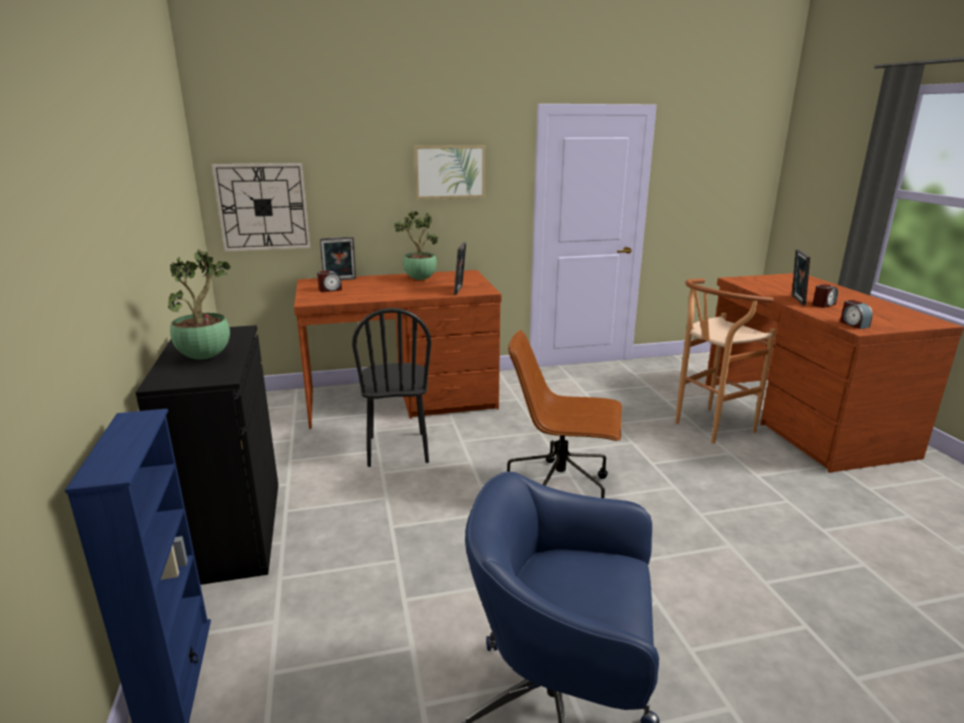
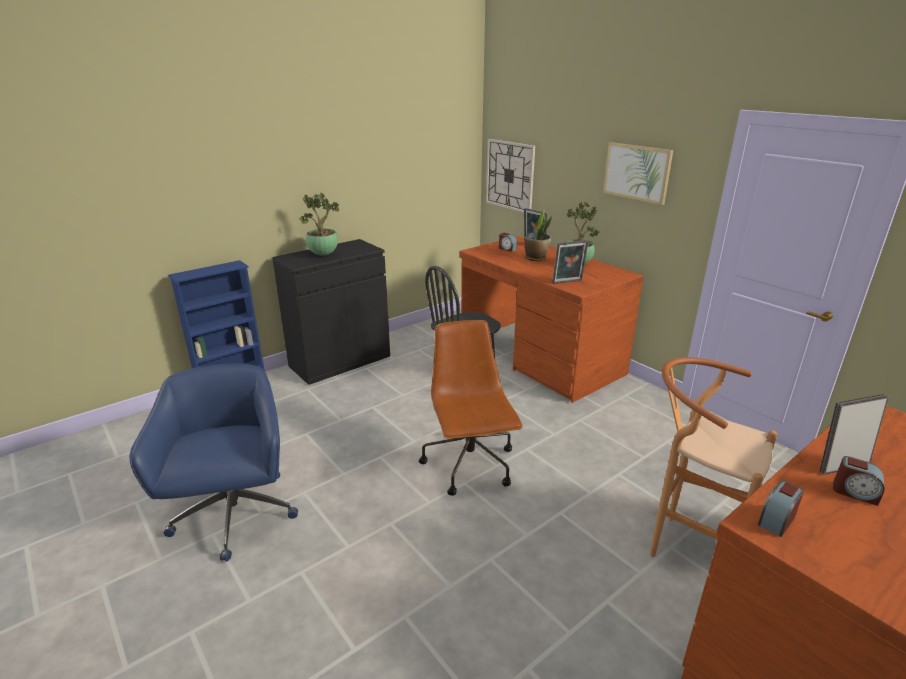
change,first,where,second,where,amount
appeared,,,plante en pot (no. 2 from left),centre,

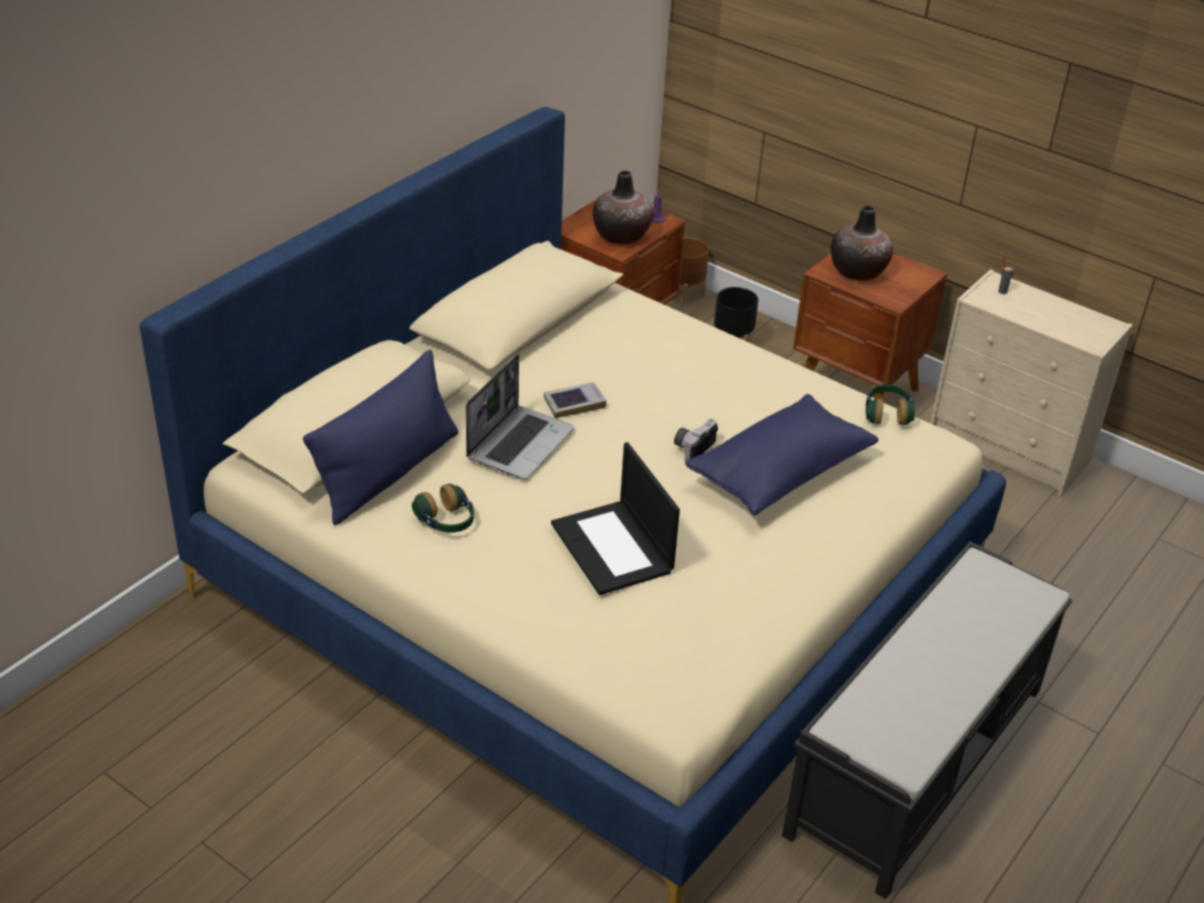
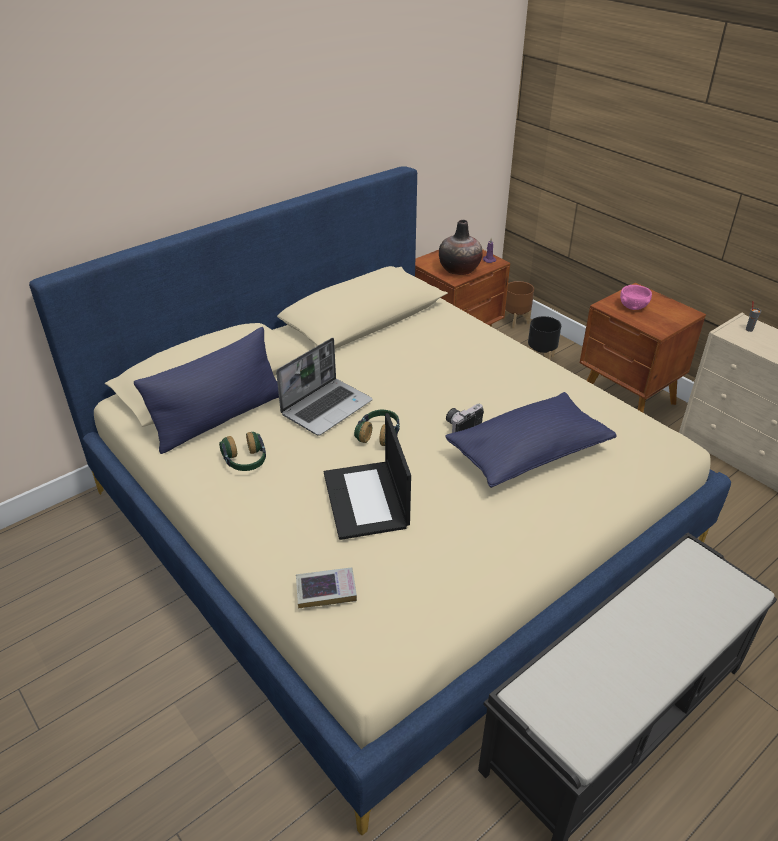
change,first,where,second,where,amount
relocated,livre,centre,,bottom centre,
relocated,casque audio (no. 2 from left),middle right,,centre,
exchanged,vase (no. 2 from left),top right,bol/rose,middle right,

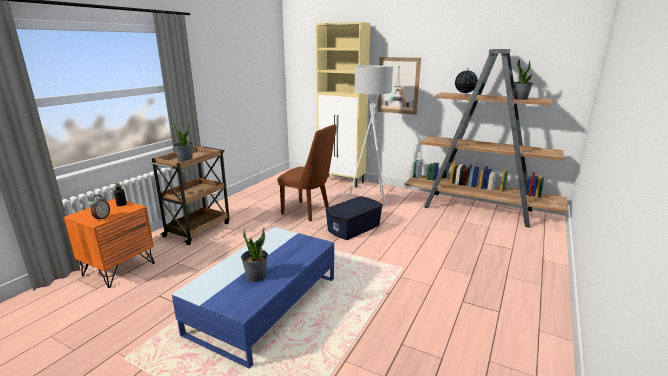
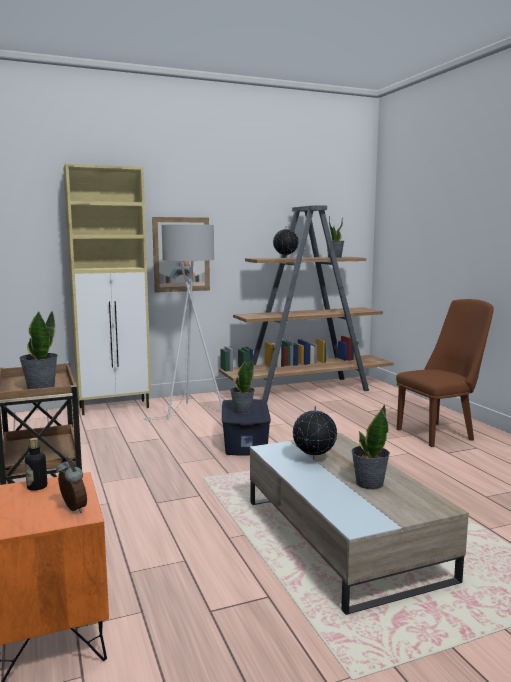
change,first,where,second,where,amount
appeared,,,plante en pot (no. 2 from left),centre,
colour,table basse/bleu,bottom centre,table basse/beige,bottom right,
appeared,,,globe (no. 2 from left),centre,
relocated,chaise/marron,centre,,middle right,

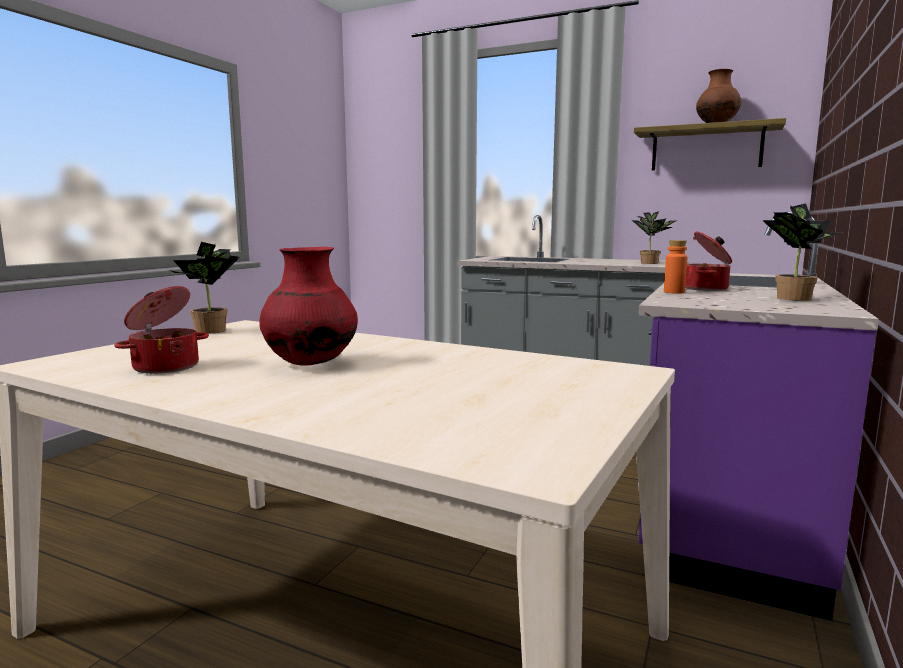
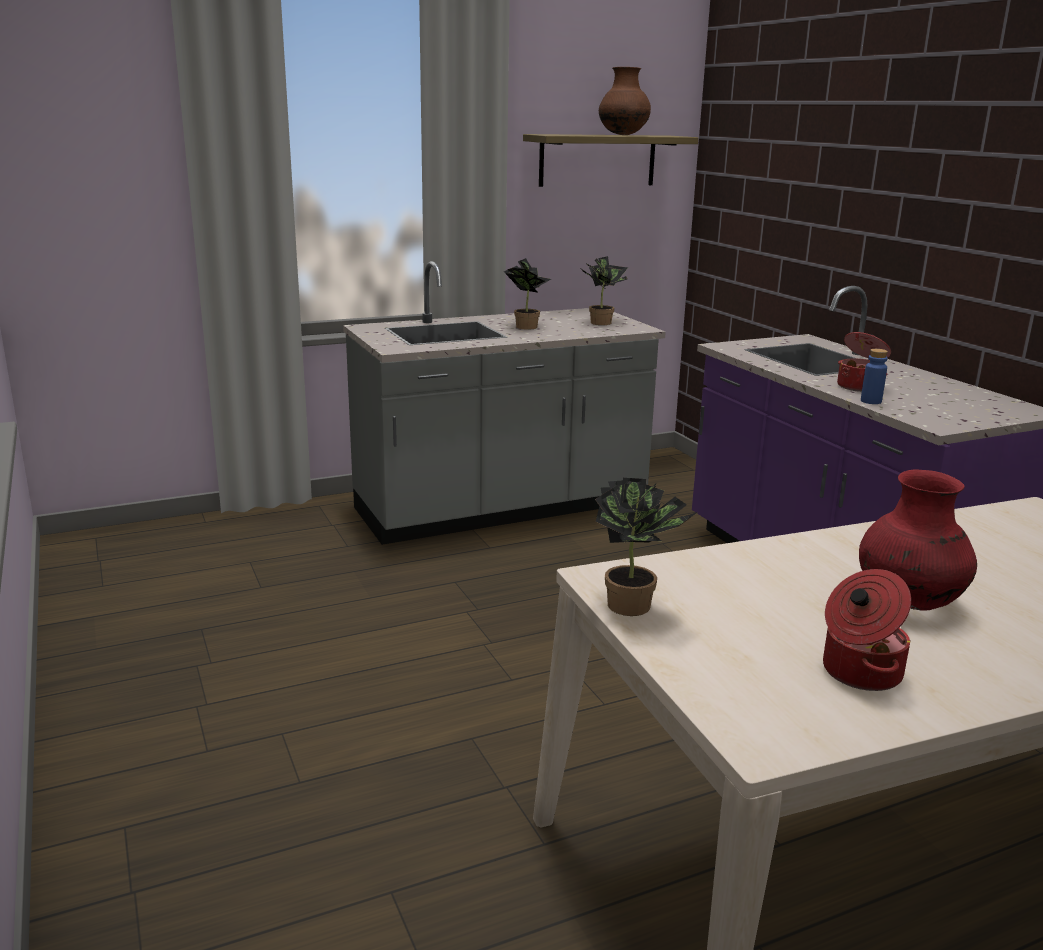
change,first,where,second,where,amount
relocated,plante en pot (no. 3 from left in the first image),middle right,plante en pot (no. 1 from left),top centre,
colour,bouteille/orange,middle right,bouteille/bleu,middle right,

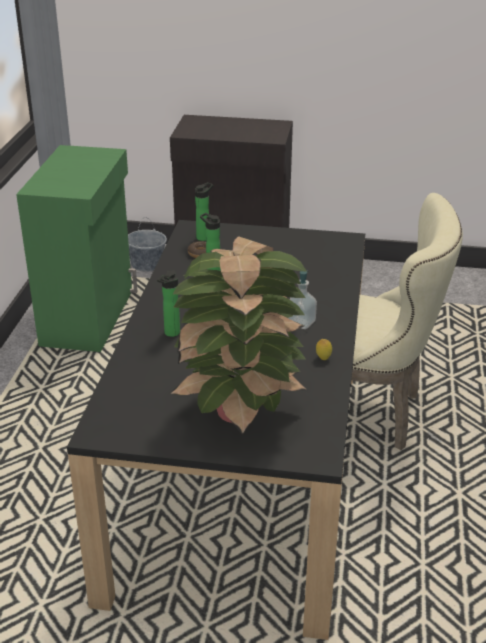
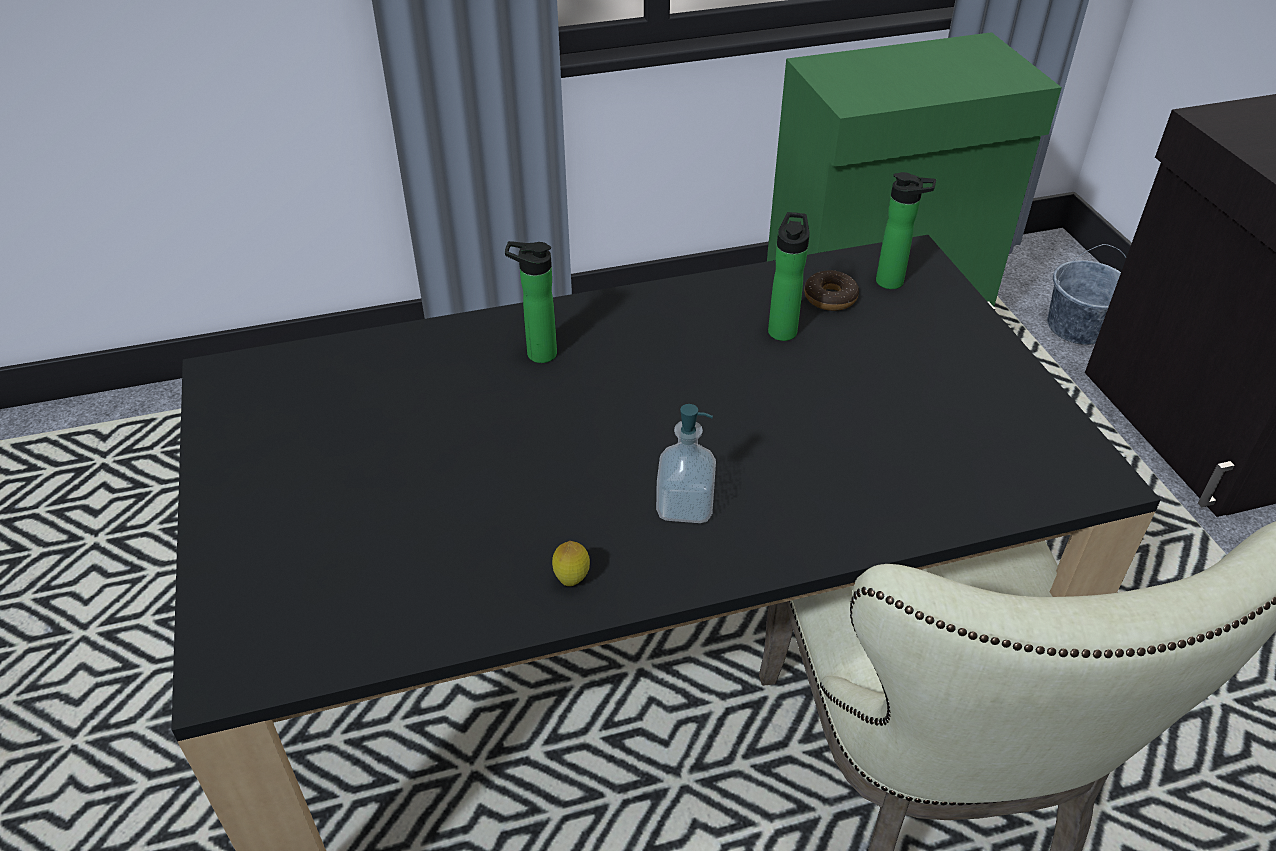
change,first,where,second,where,amount
missing,plante en pot,centre,,,

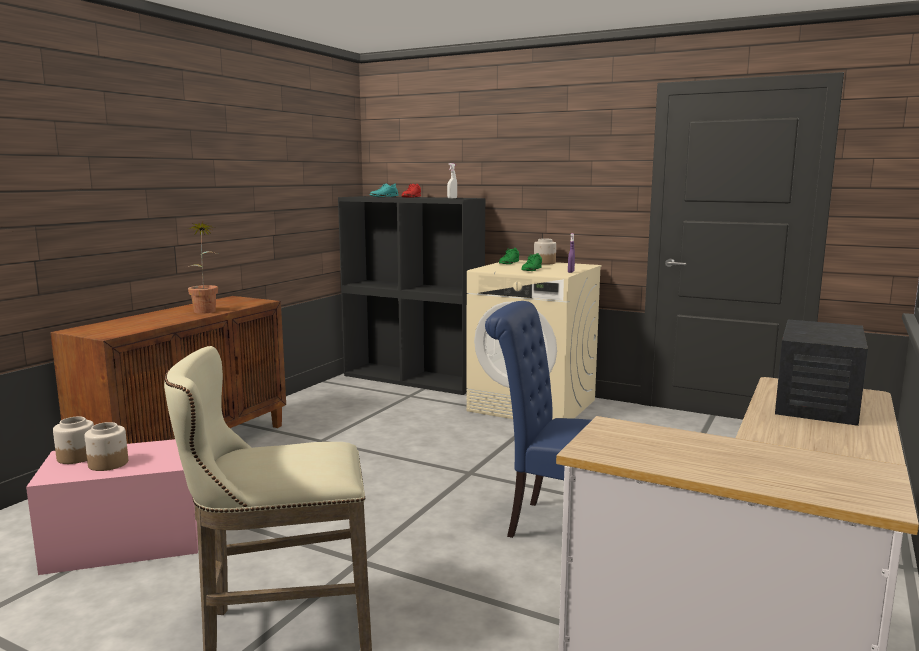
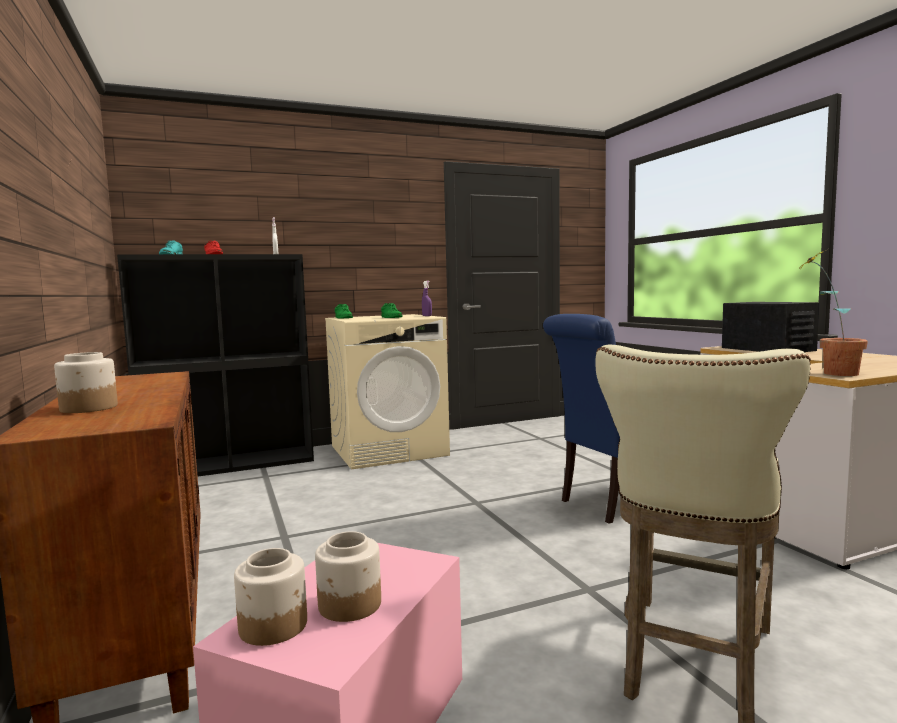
change,first,where,second,where,amount
relocated,bocal (no. 3 from left in the first image),centre,bocal (no. 1 from left),middle left,
relocated,plante en pot,middle left,,middle right,

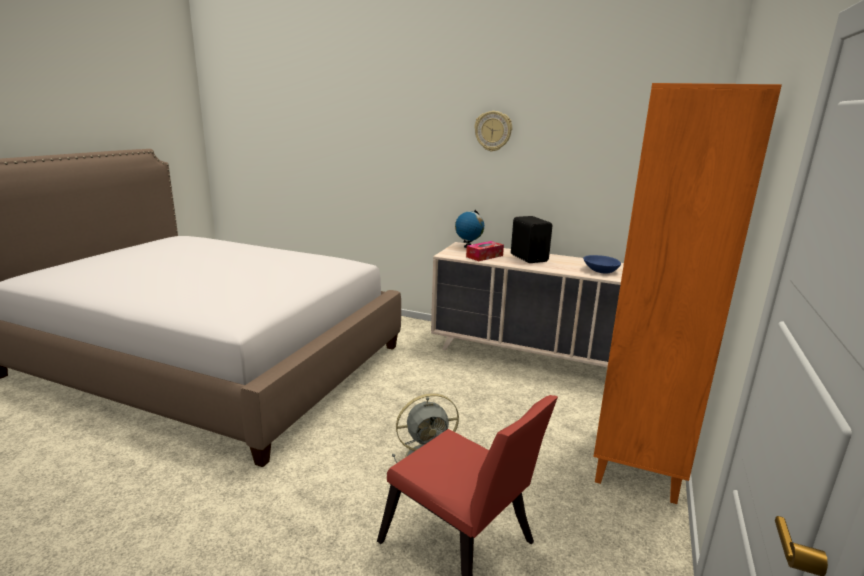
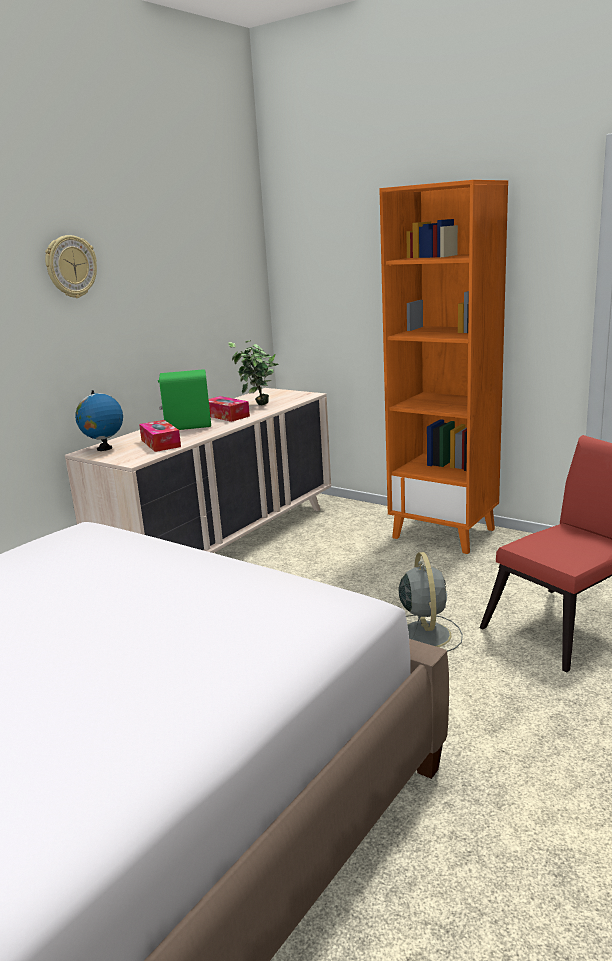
change,first,where,second,where,amount
colour,enceinte/noir,centre,enceinte/vert,middle left,
appeared,,,boîte à mouchoirs (no. 2 from left),centre,
exchanged,bol/bleu,middle right,plante en pot,centre,

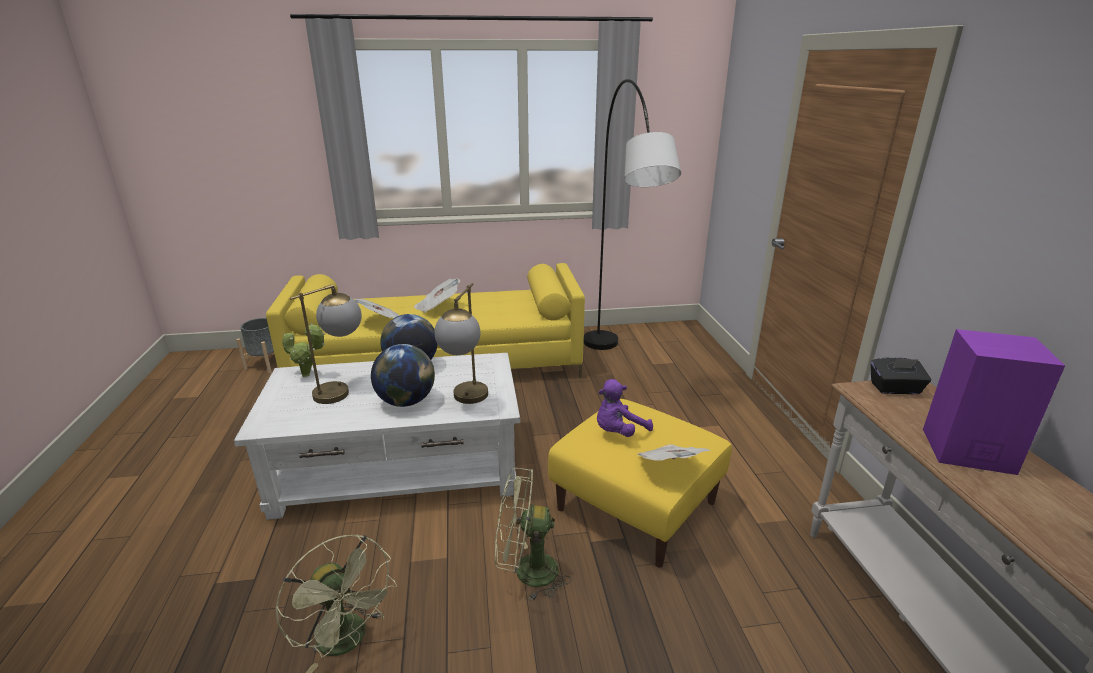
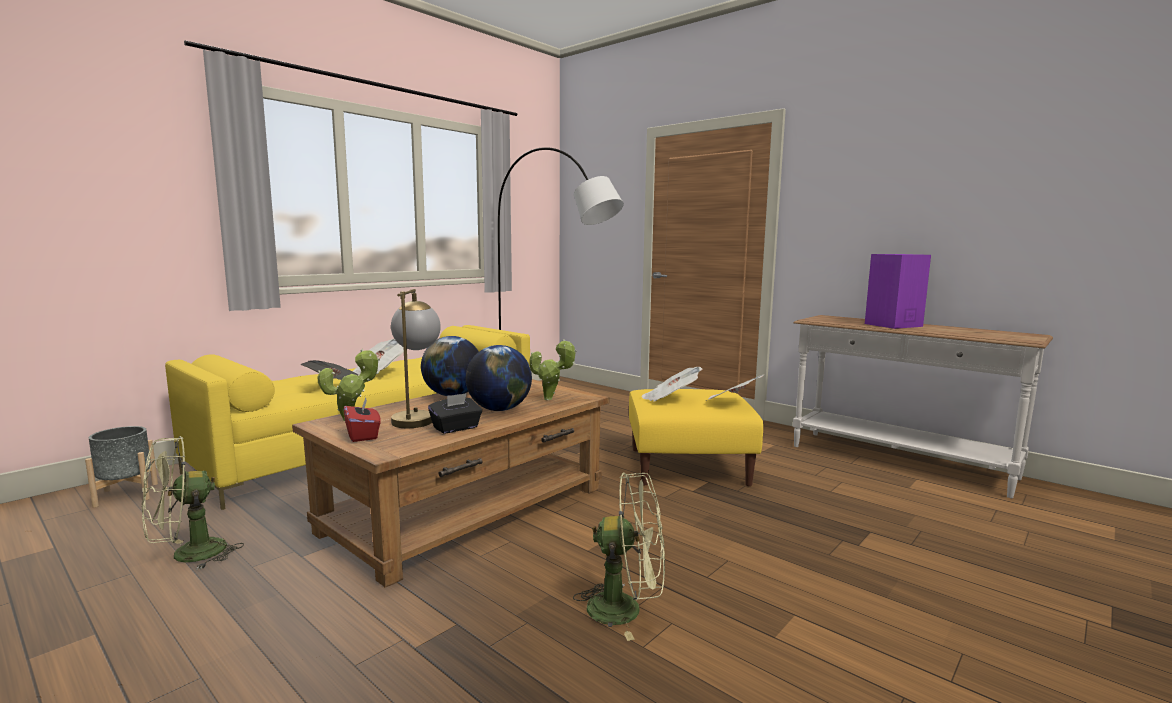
change,first,where,second,where,amount
relocated,ventilateur/vert (no. 2 from left in the first image),bottom centre,ventilateur/vert (no. 1 from left),bottom left,
colour,table basse/blanc,centre,table basse/marron,bottom centre,
appeared,,,boîte à mouchoirs/rouge,middle left,
relocated,boîte à mouchoirs/noir,middle right,,centre,
exchanged,lampe de table (no. 2 from left),centre,plante en pot (no. 2 from left),centre,
exchanged,peluche/violet,centre,journal (no. 3 from left),centre,

